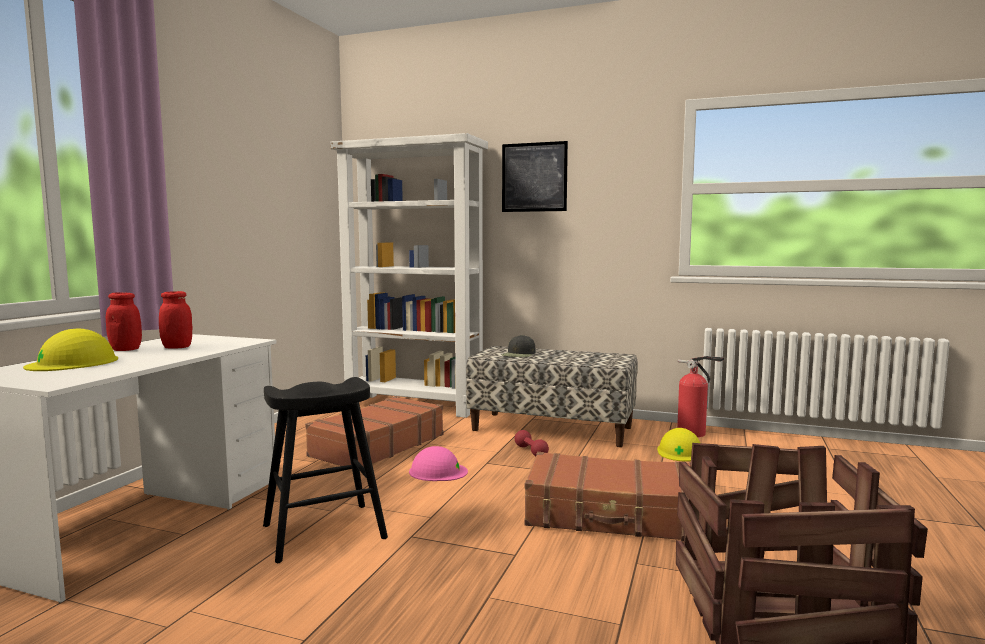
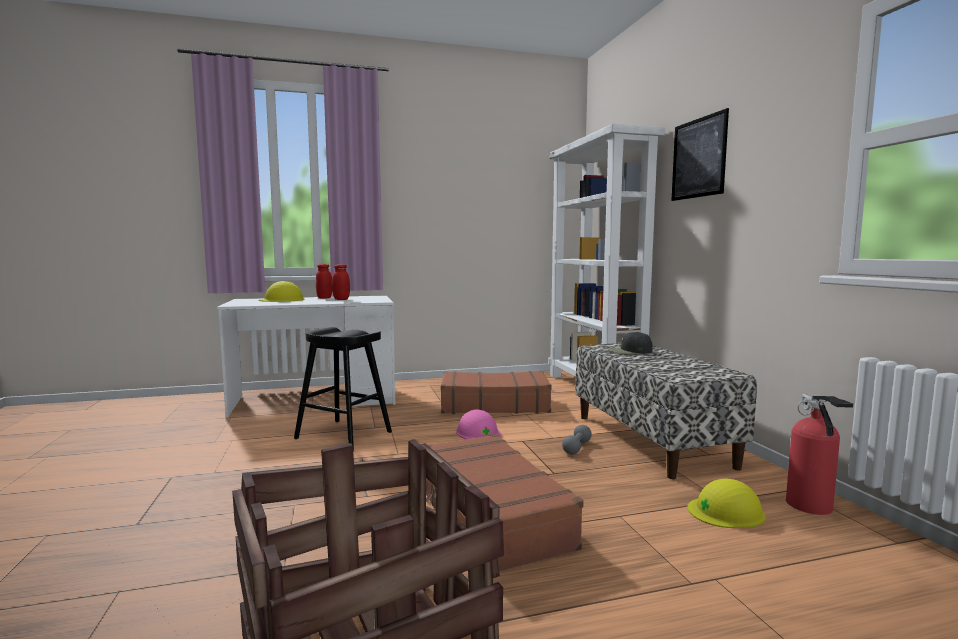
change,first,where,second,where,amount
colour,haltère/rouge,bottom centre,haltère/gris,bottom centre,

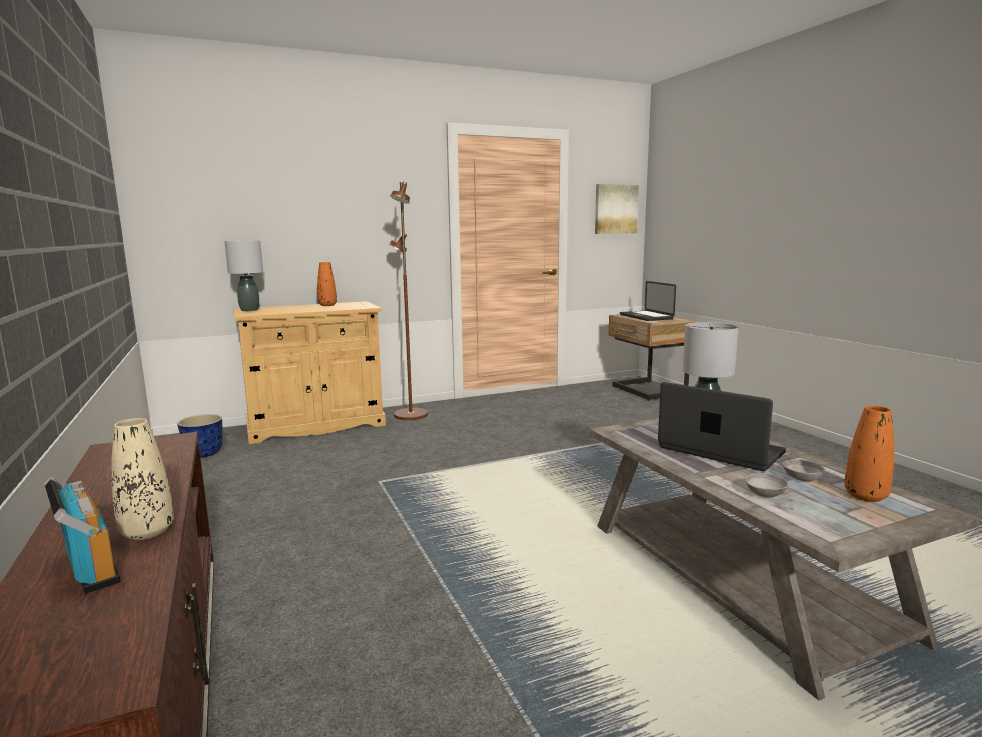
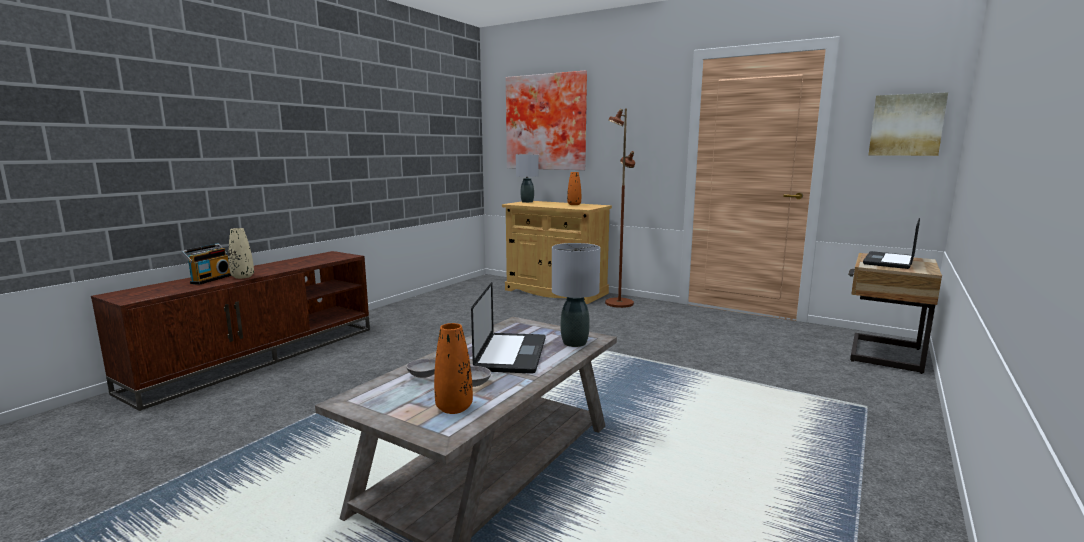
change,first,where,second,where,amount
appeared,,,tableau (no. 1 from left),top centre,
missing,cache-pot,middle left,,,

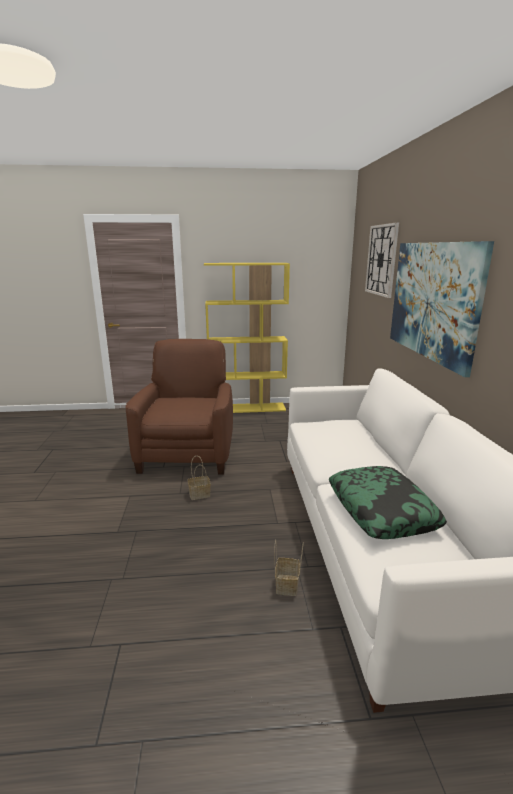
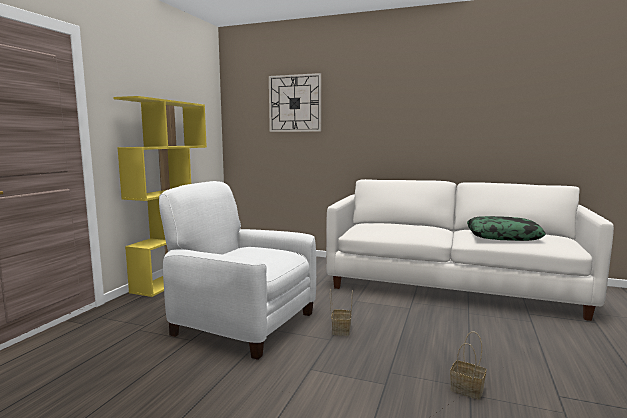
change,first,where,second,where,amount
colour,fauteuil/marron,centre,fauteuil/blanc,centre,
relocated,panier (no. 2 from left),bottom centre,,bottom right,
missing,tableau,middle right,,,

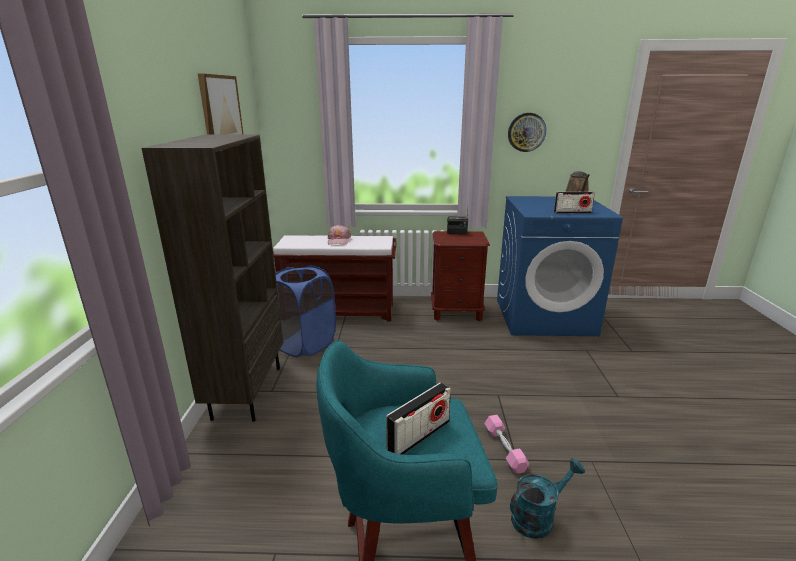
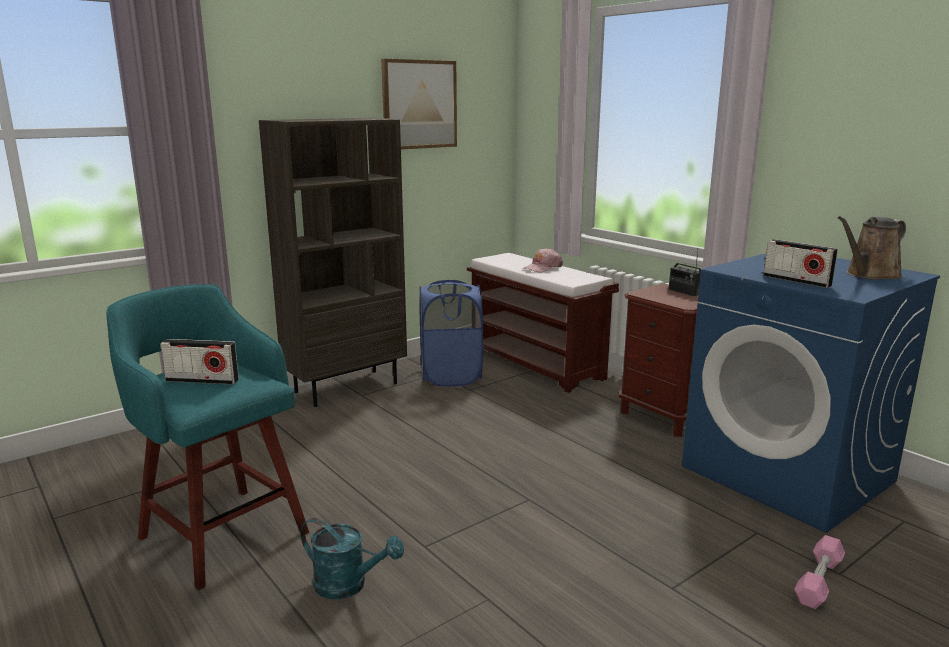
change,first,where,second,where,amount
relocated,haltère/rose,bottom centre,,bottom right,
missing,horloge murale,top centre,,,

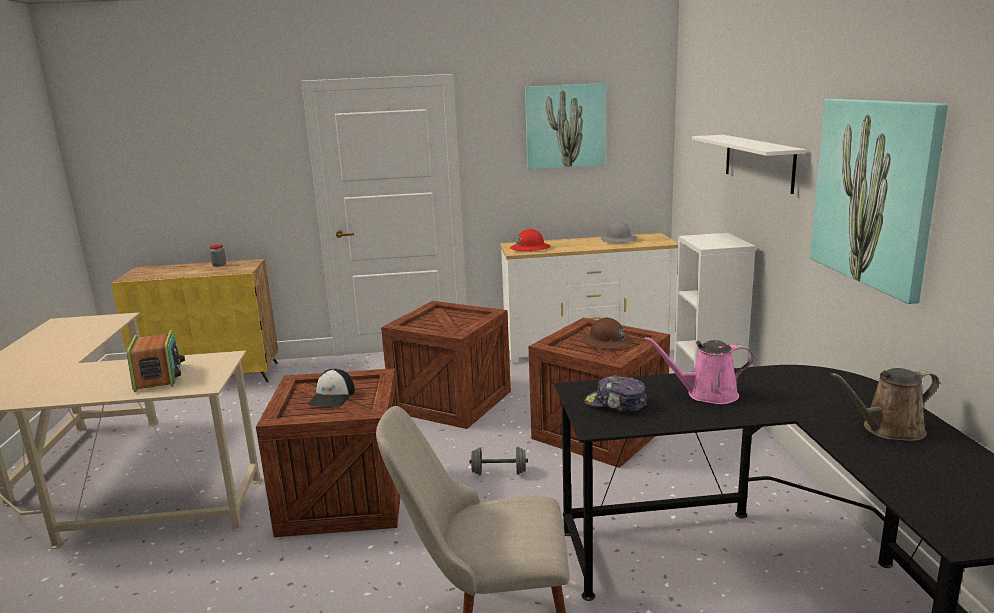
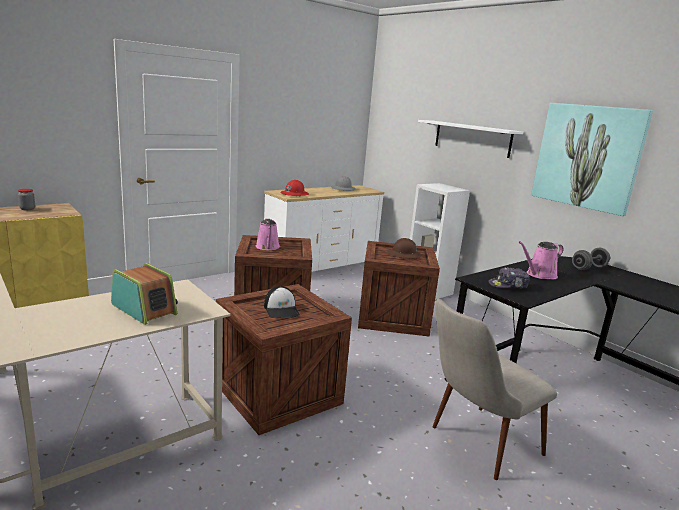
change,first,where,second,where,amount
appeared,,,arrosoir/rose (no. 1 from left),centre,
relocated,haltère/gris,bottom centre,,middle right,
missing,tableau (no. 1 from left),top centre,,,
missing,arrosoir/marron,middle right,,,

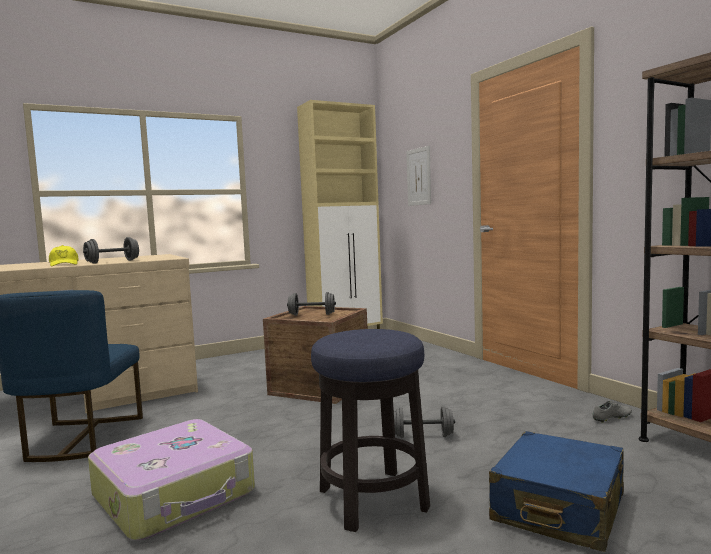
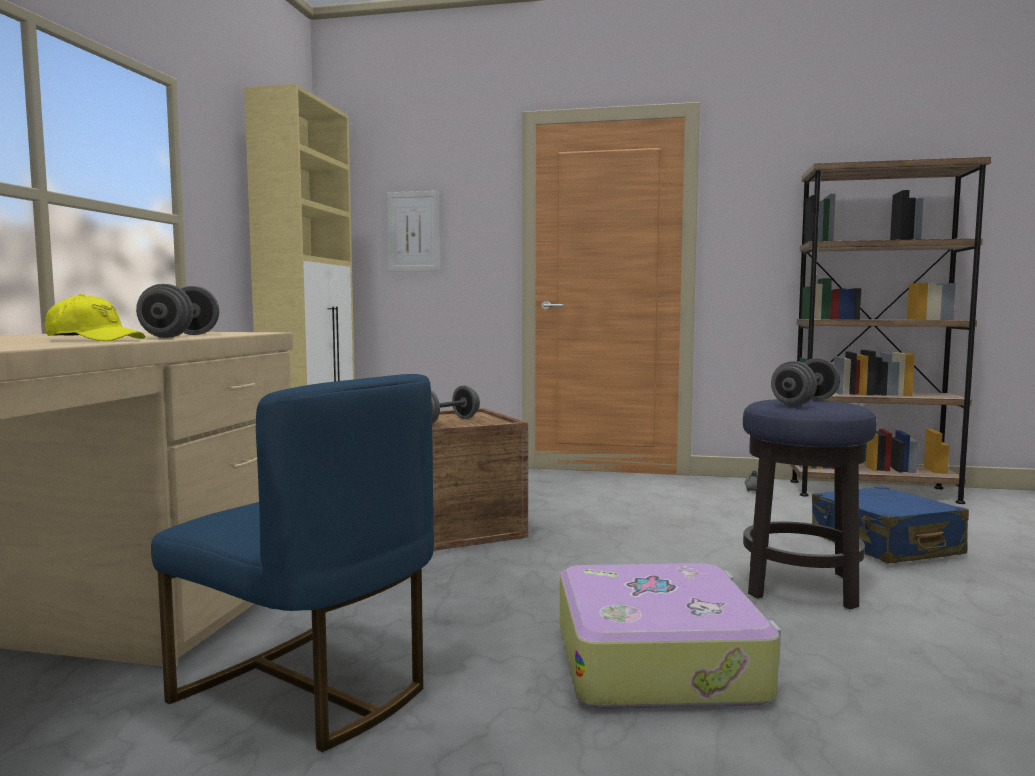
change,first,where,second,where,amount
relocated,haltère/gris (no. 3 from left),bottom centre,,middle right,

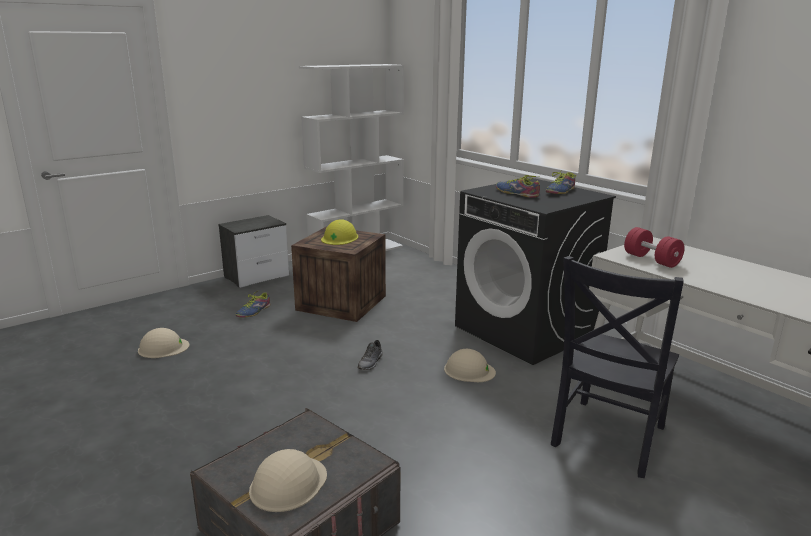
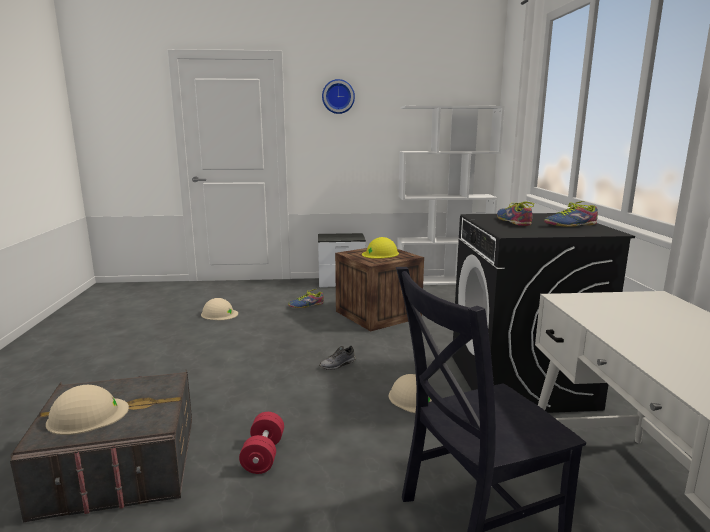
change,first,where,second,where,amount
relocated,haltère/rouge,middle right,,bottom centre,
appeared,,,horloge murale,top centre,

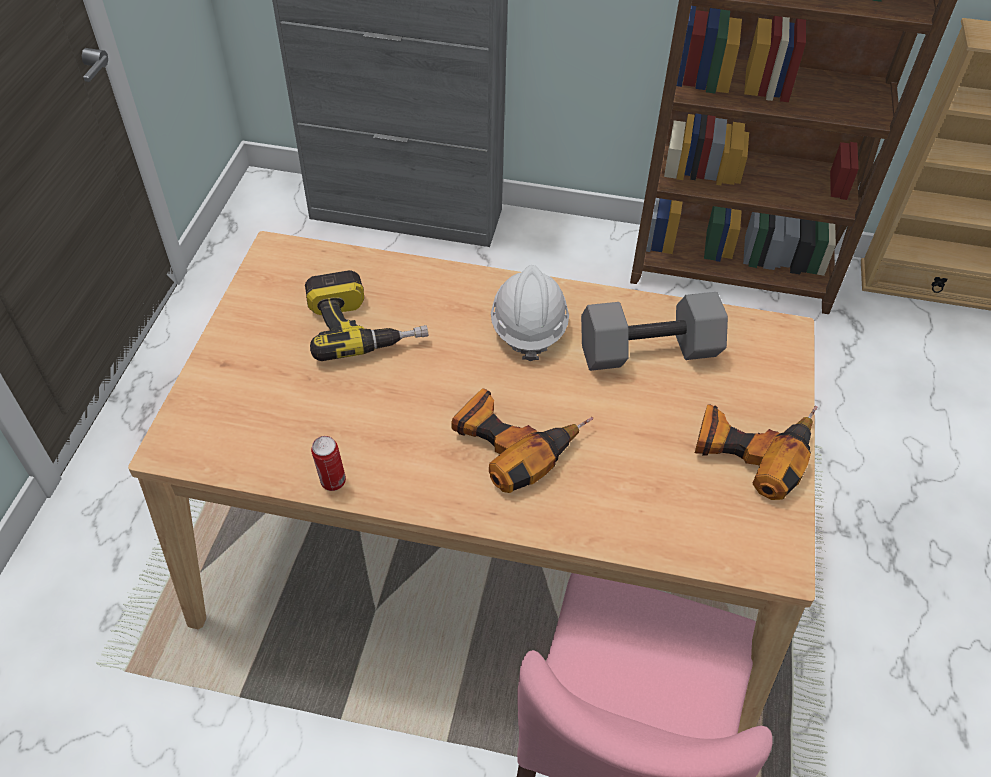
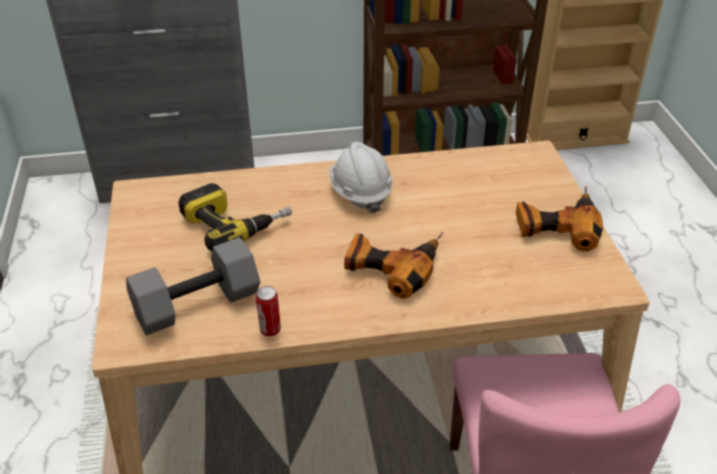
change,first,where,second,where,amount
relocated,haltère/gris,centre,,middle left,

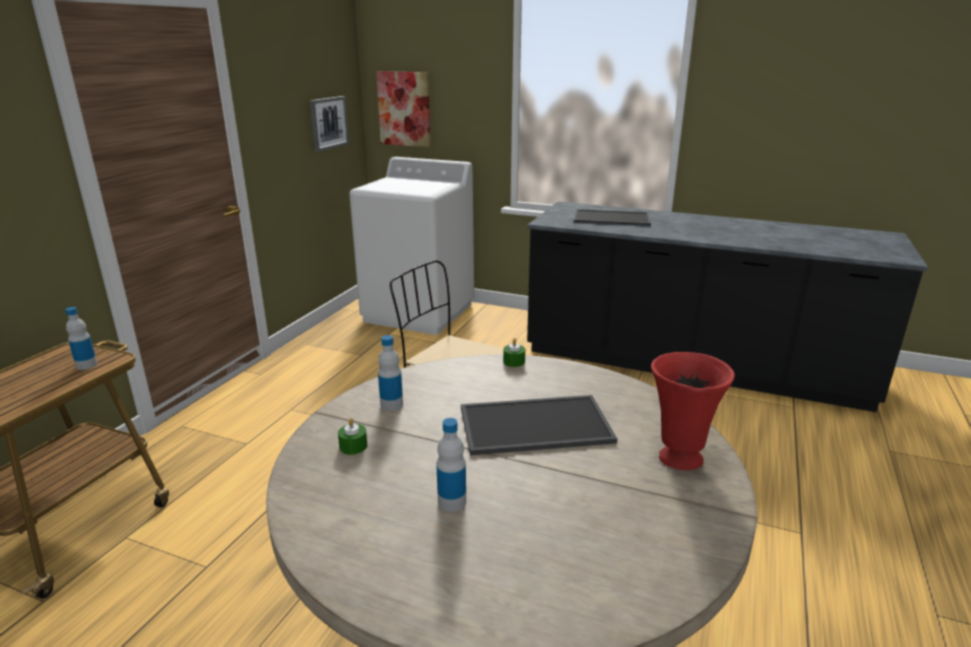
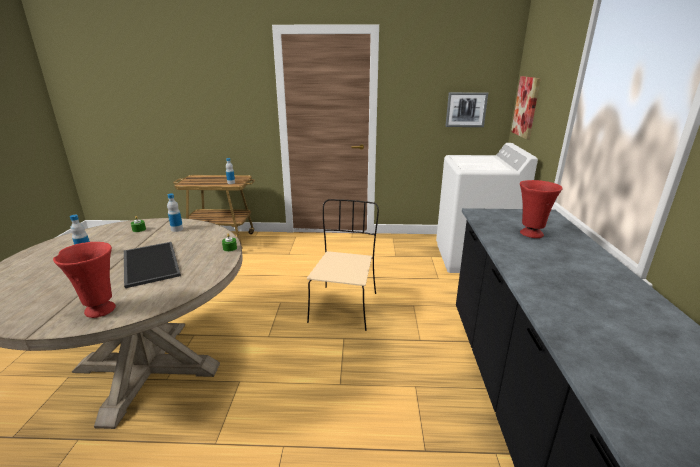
change,first,where,second,where,amount
exchanged,plateau (no. 2 from left),centre,vase/rouge (no. 2 from left),middle right,

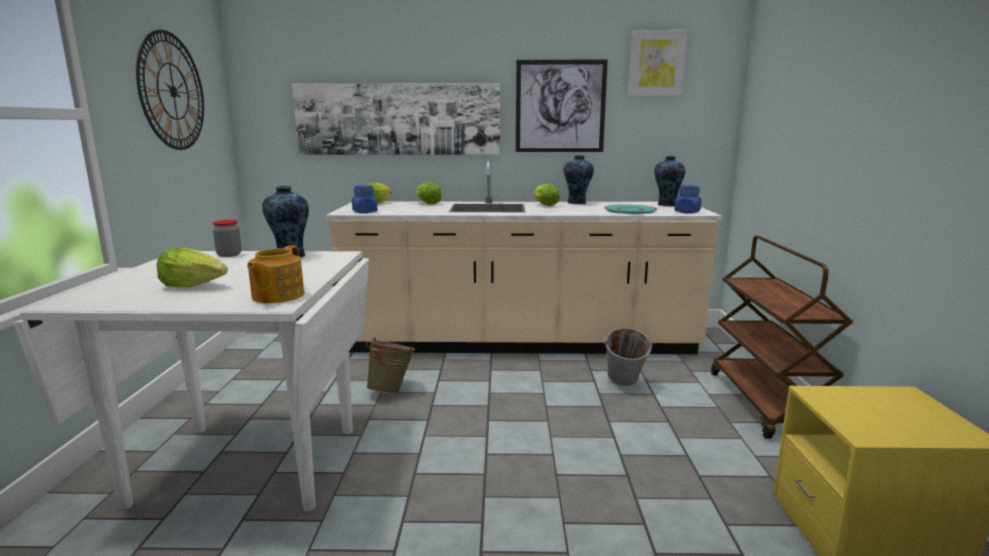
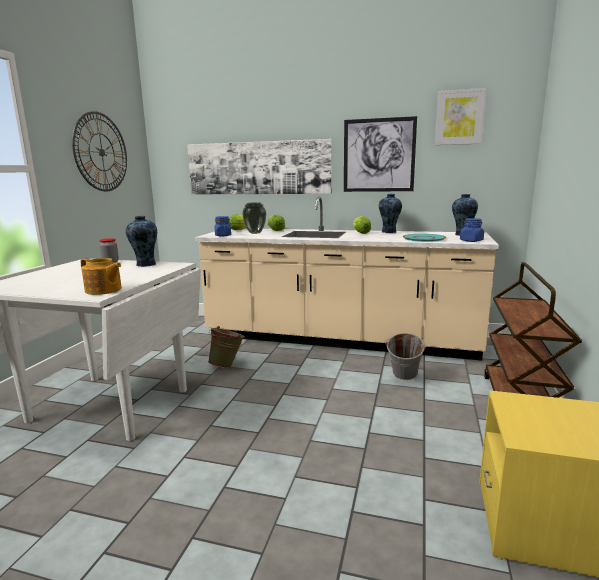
change,first,where,second,where,amount
spun,théière,middle left,,middle left,90 degrees counterclockwise
appeared,,,vase (no. 2 from left),centre,
missing,laitue (no. 1 from left),middle left,,,

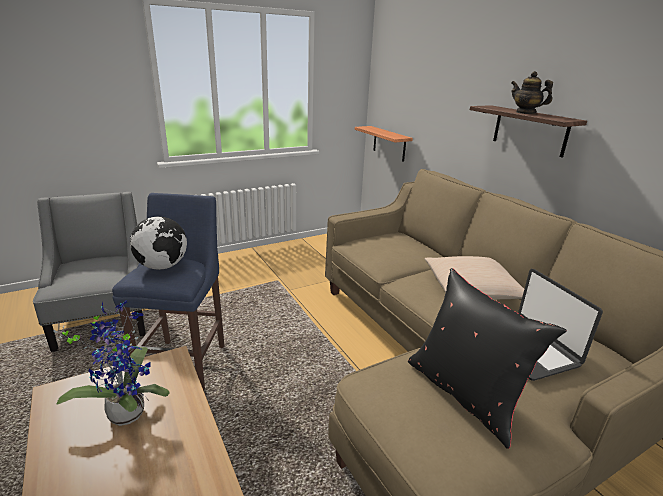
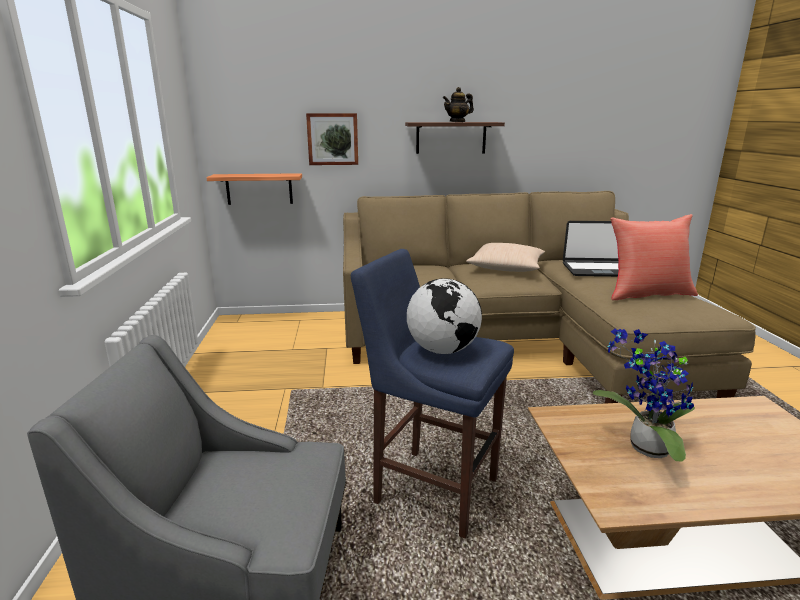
change,first,where,second,where,amount
appeared,,,tableau,top centre,
colour,coussin/noir,bottom right,coussin/rouge,middle right,

